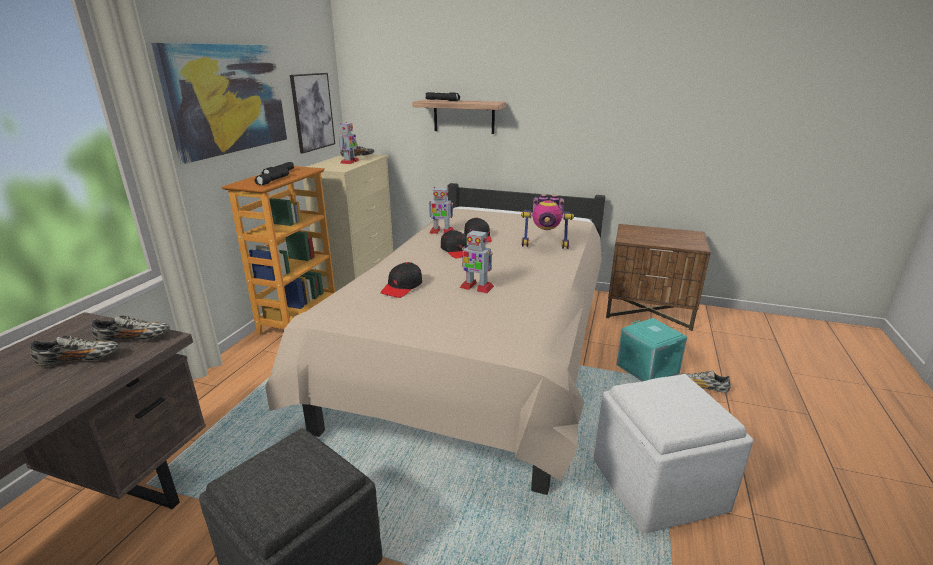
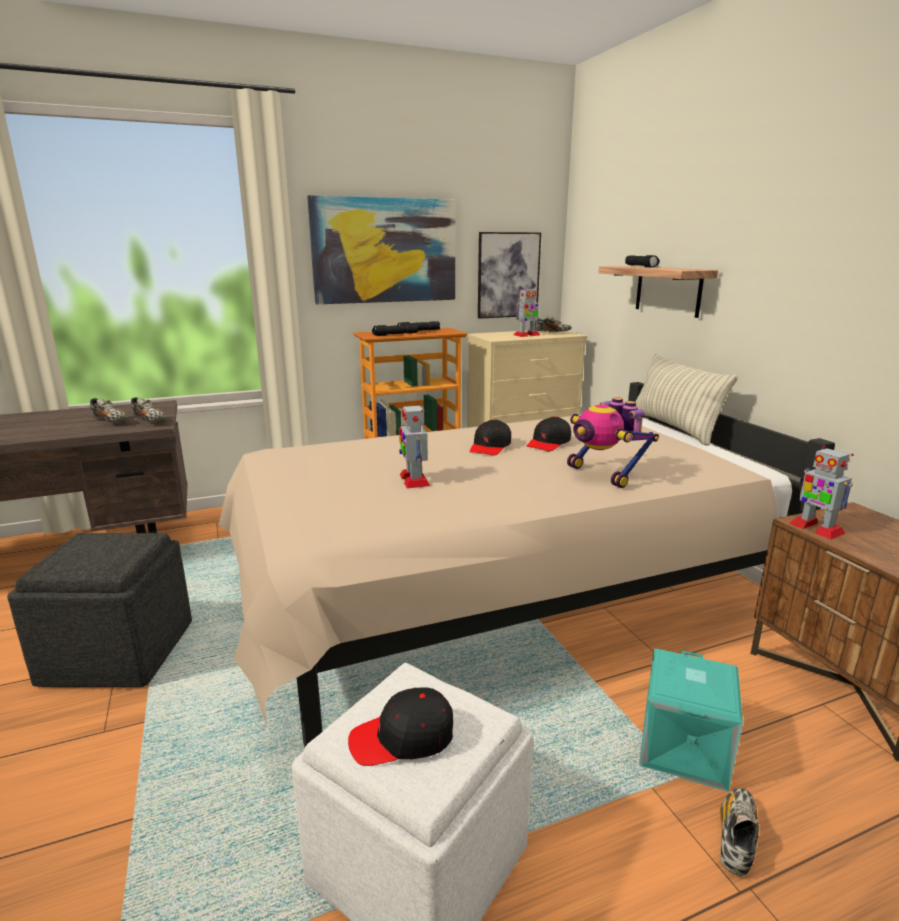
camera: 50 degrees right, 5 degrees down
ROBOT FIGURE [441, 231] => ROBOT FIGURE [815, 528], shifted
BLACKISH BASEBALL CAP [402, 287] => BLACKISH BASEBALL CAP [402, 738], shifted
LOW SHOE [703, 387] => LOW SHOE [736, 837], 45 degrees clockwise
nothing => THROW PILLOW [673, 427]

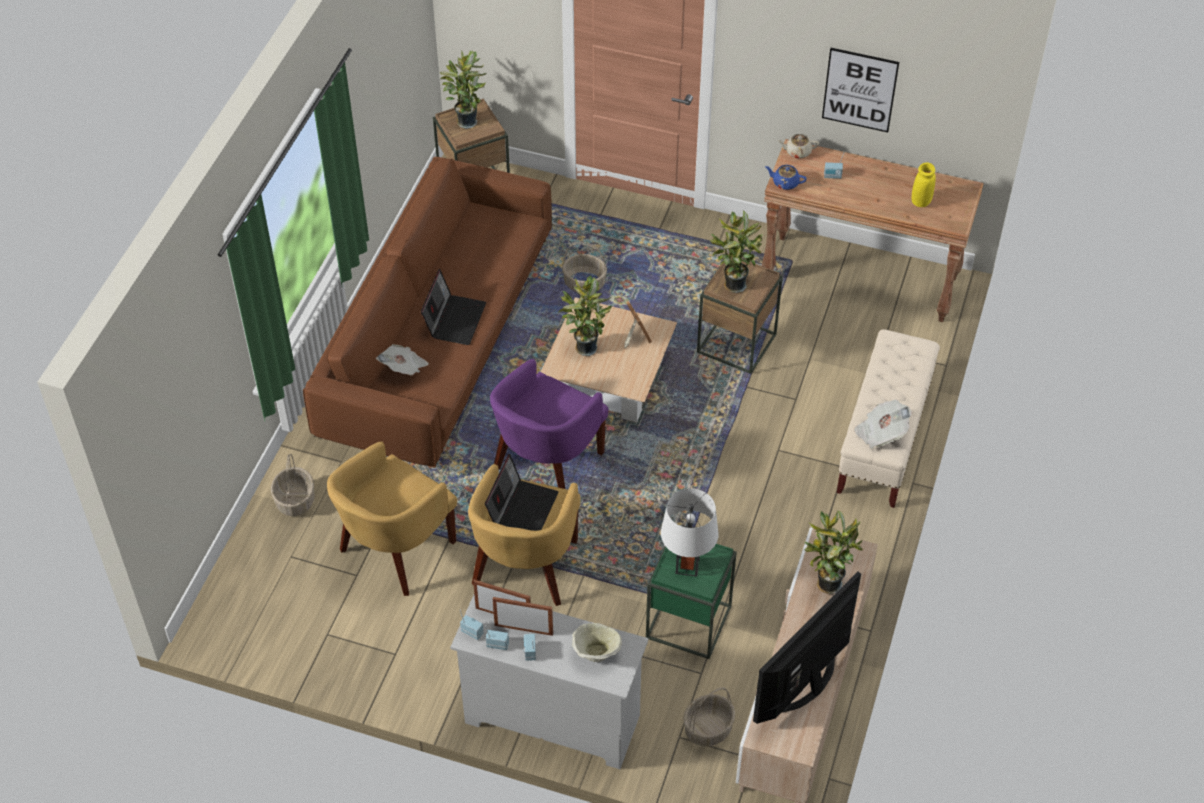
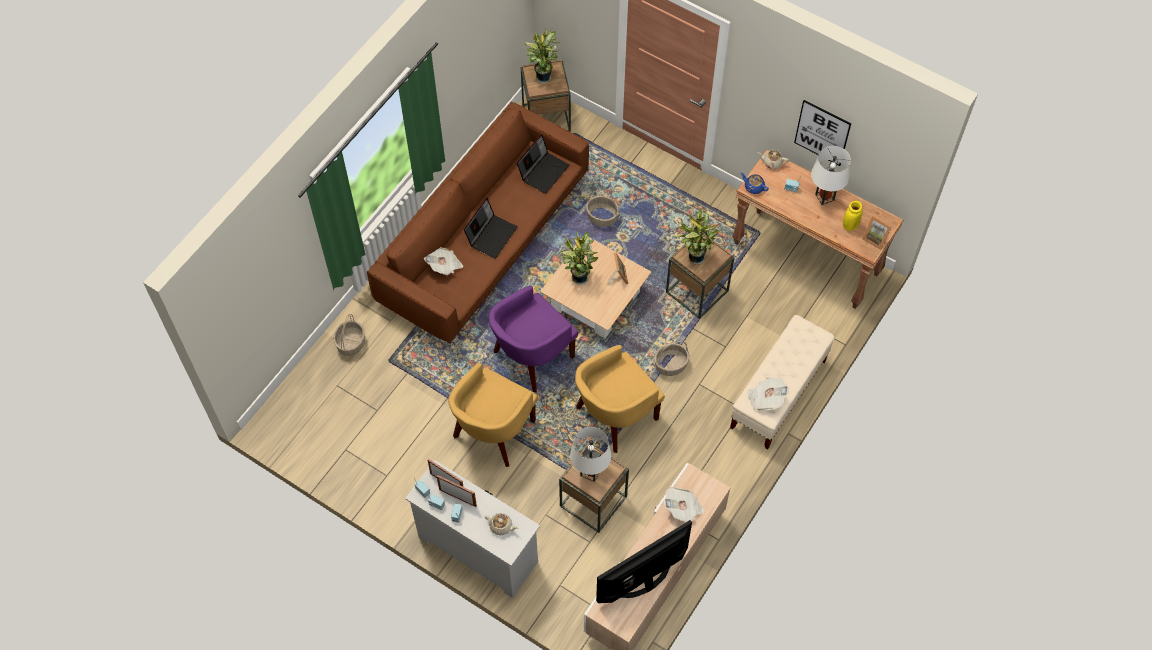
camera: 15 degrees right, 10 degrees up
YELLOW LOUNGE CHAIR [396, 550] => YELLOW LOUNGE CHAIR [615, 416], shifted
LAPTOP [522, 509] => LAPTOP [543, 171], shifted
PLANT IN A POT [826, 583] => PRINTED PAPER [683, 509]
GREEN SIDE TABLE [689, 621] => BROWN SIDE TABLE [593, 501]
BEIGE BOWL [596, 652] => BEIGE TEA POT [501, 526]
BASKET [708, 729] => BASKET [670, 365], shifted
nothing => WHITISH LAMP FOR A TABLE [824, 197]
nothing => PHOTO FRAME [875, 238]

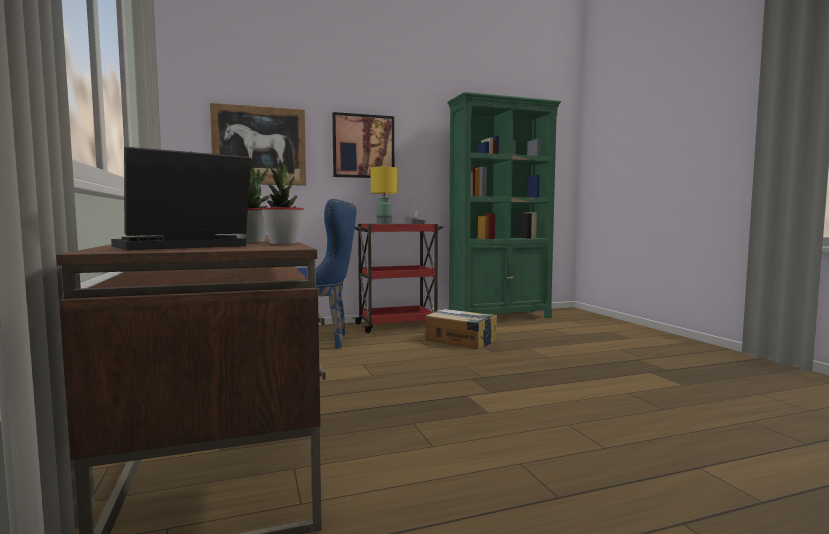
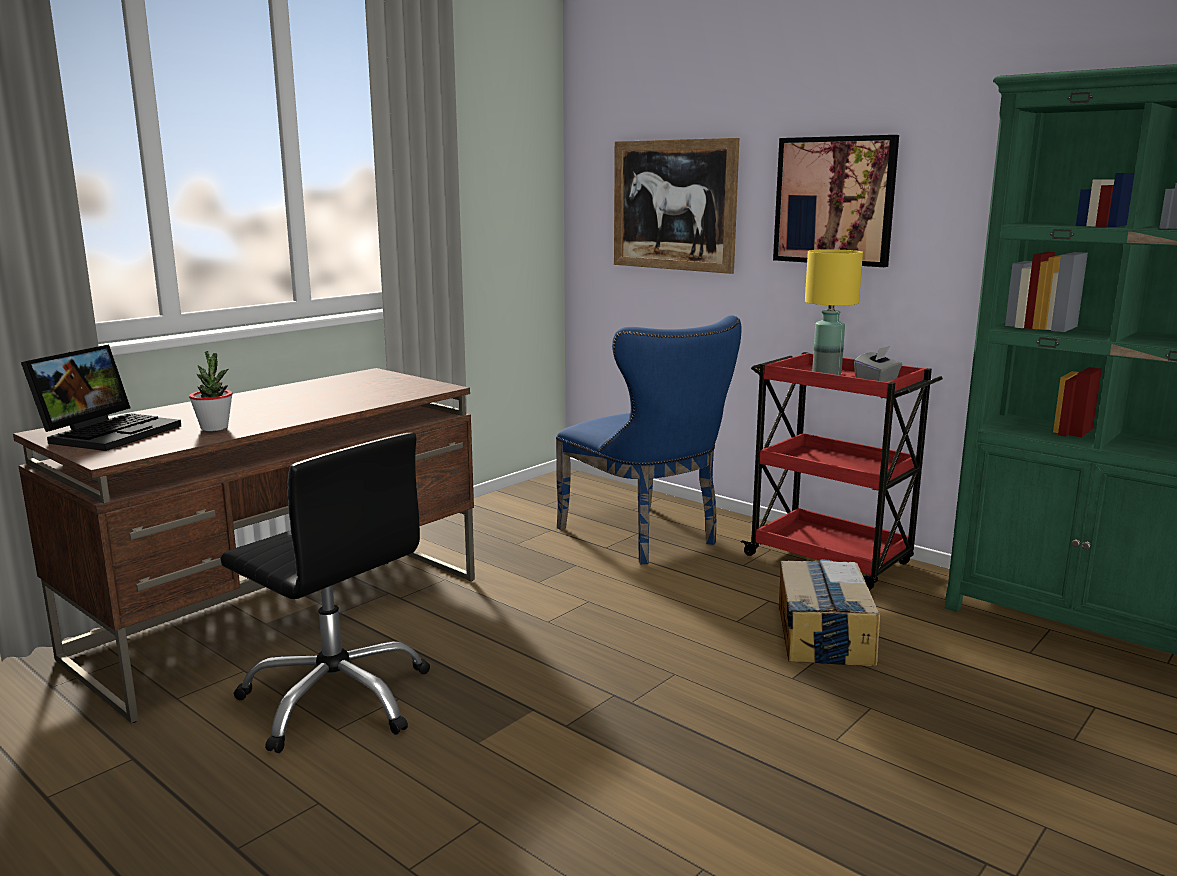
camera: 60 degrees right, 10 degrees up
LAPTOP [179, 247] => LAPTOP [110, 432], 90 degrees clockwise
PLANT IN A POT [283, 243] => nothing
nothing => BLACKISH OFFICE CHAIR [337, 698]

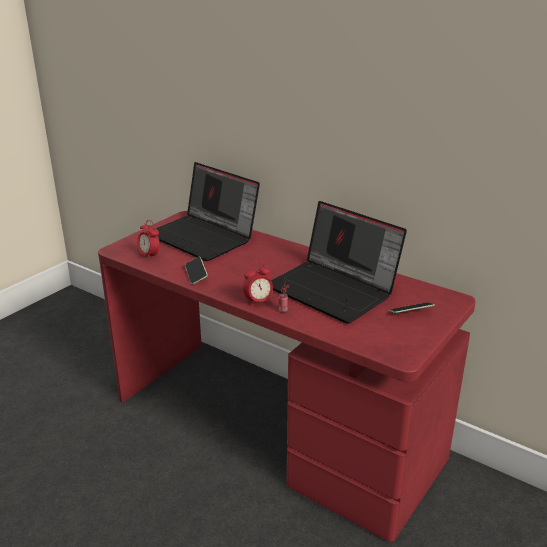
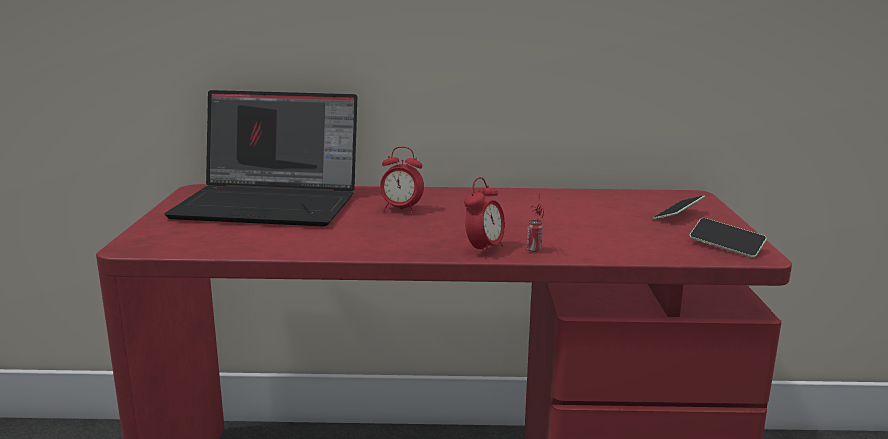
camera: 35 degrees left, 10 degrees down
LAPTOP [334, 290] => nothing
ALARM CLOCK [149, 256] => ALARM CLOCK [401, 209], shifted
HANDSET [196, 275] => HANDSET [726, 246], shifted

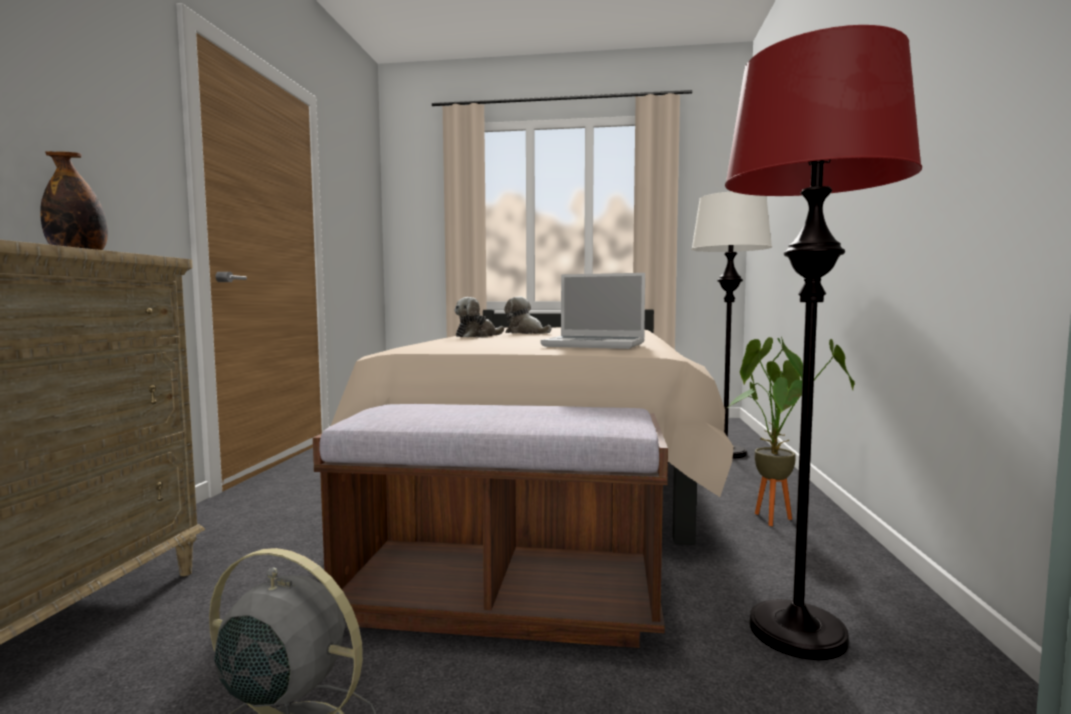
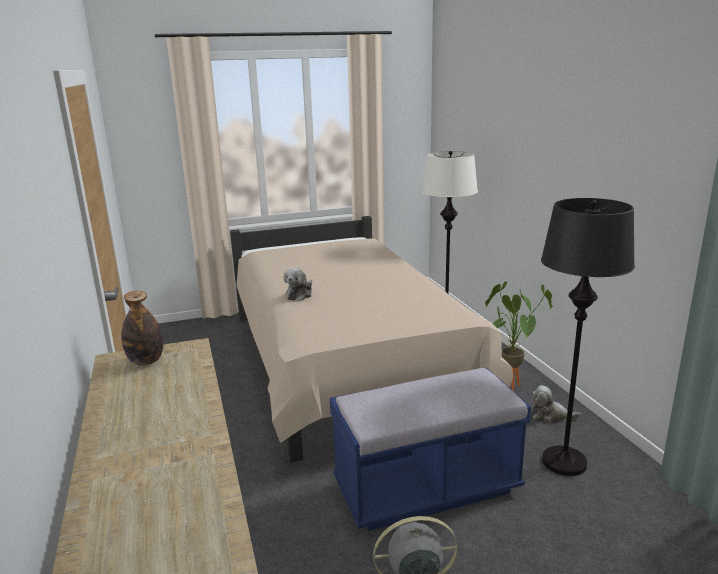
camera: 25 degrees left, 15 degrees up
RED-COLOURED STANDARD LAMP [798, 632] => BLACKISH STANDARD LAMP [564, 462]
LAPTOP [595, 345] => nothing
SOFT TOY [526, 333] => SOFT TOY [550, 416], shifted
BROWN LONG SEAT [501, 601] => BLUISH LONG SEAT [426, 489]

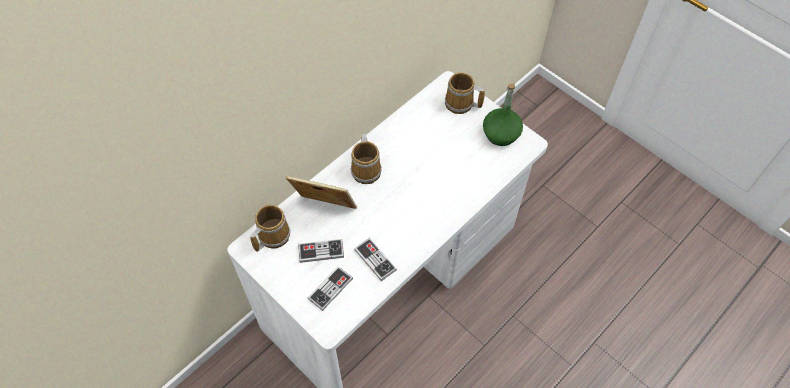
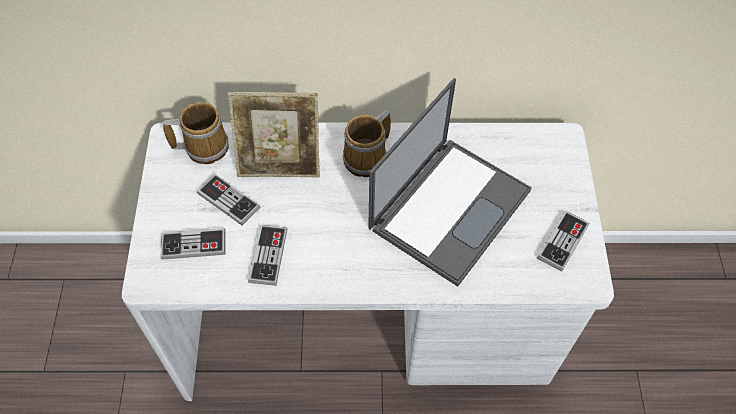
camera: 45 degrees right, 0 degrees up
COFFEE MUG [461, 104] => nothing
GREEN DRINK BOTTLE [500, 134] => GAME CONTROLLER [562, 241]
PHOTO FRAME [325, 210] => PHOTO FRAME [280, 164], 120 degrees clockwise
nothing => LAPTOP [450, 207]

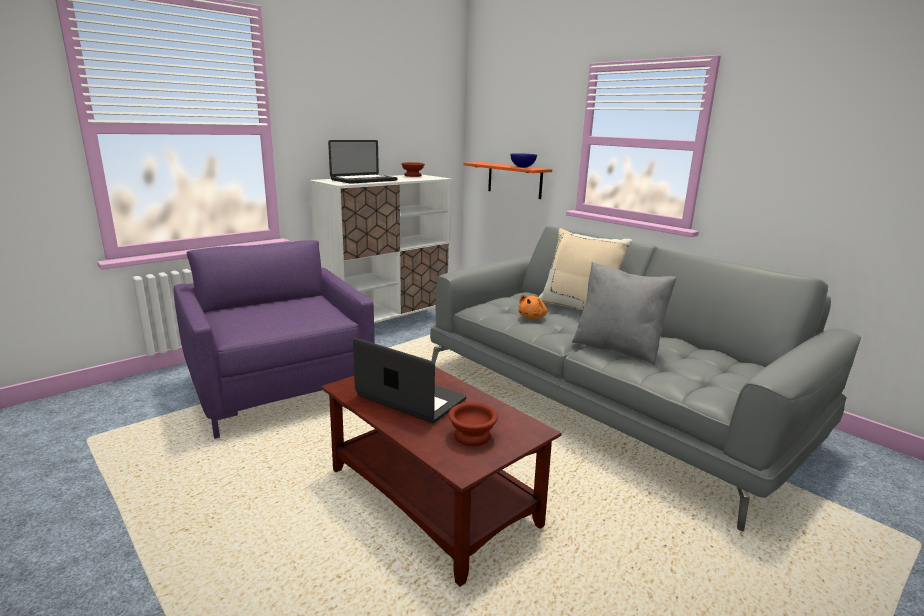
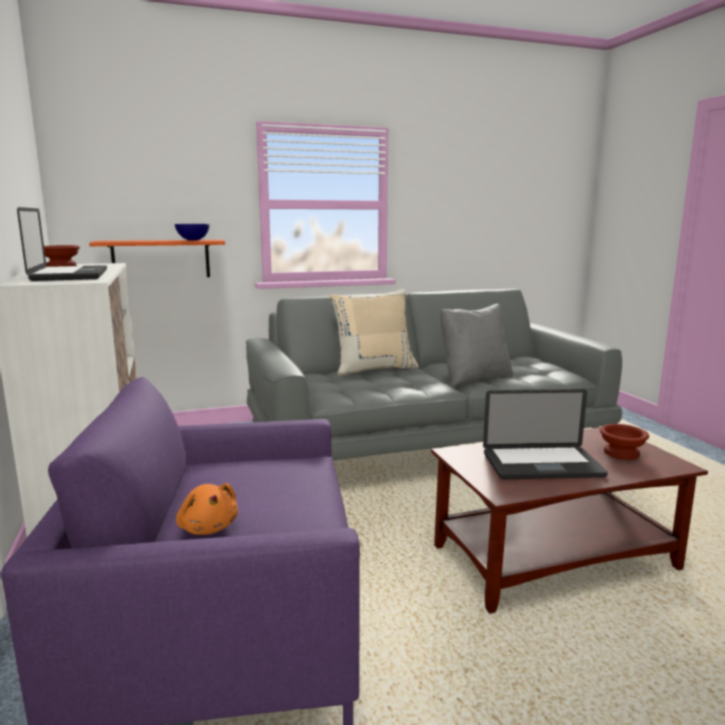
camera: 65 degrees left, 5 degrees down
ORANGEY SOFT TOY [532, 317] => ORANGEY SOFT TOY [208, 527], shifted
LAPTOP [410, 398] => LAPTOP [542, 465], 150 degrees counterclockwise

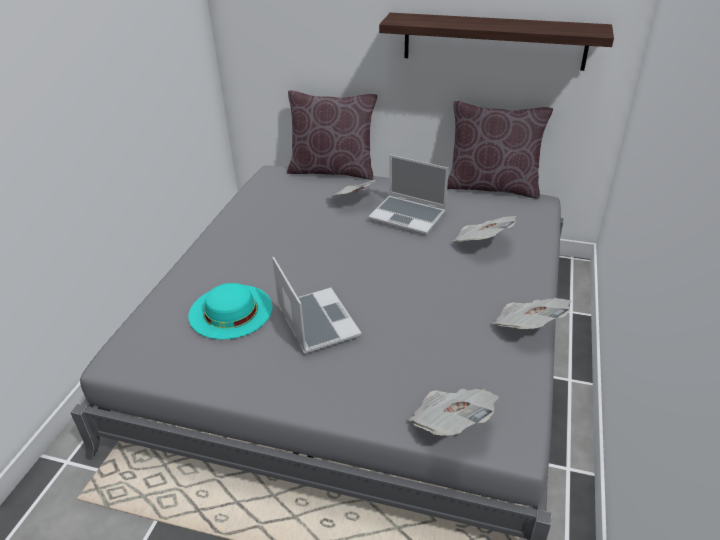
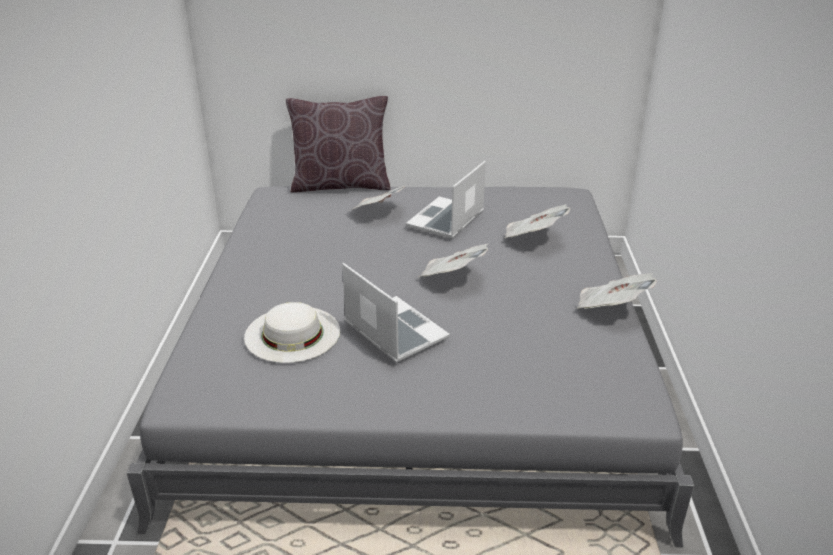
camera: 15 degrees left, 5 degrees down
BRACKET SHELF [493, 41] => nothing
BROWN THROW PILLOW [492, 186] => nothing
LAPTOP [408, 216] => LAPTOP [446, 220], 105 degrees clockwise
TURQUOISE WEARABLE HAT [230, 311] => WHITISH WEARABLE HAT [292, 334]
PRINTED PAPER [450, 423] => PRINTED PAPER [452, 276], shifted

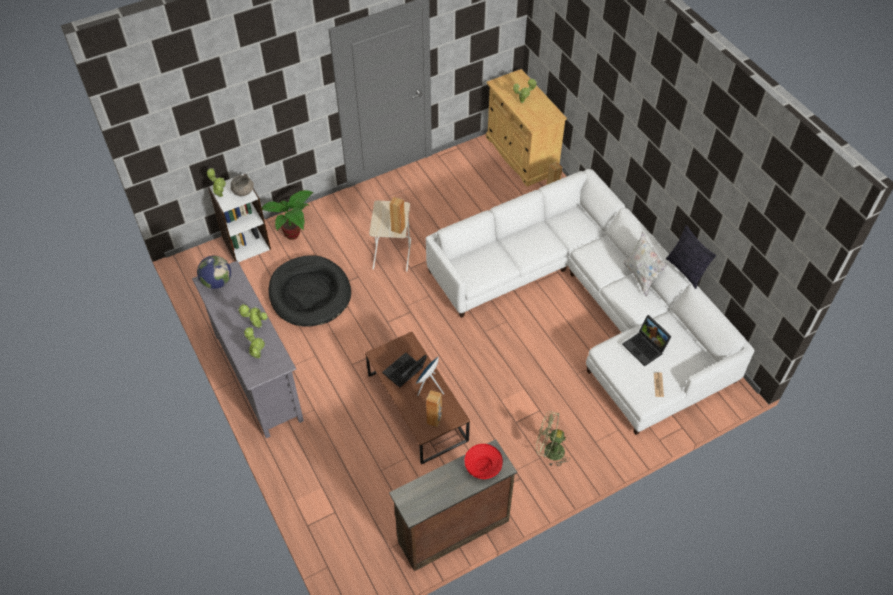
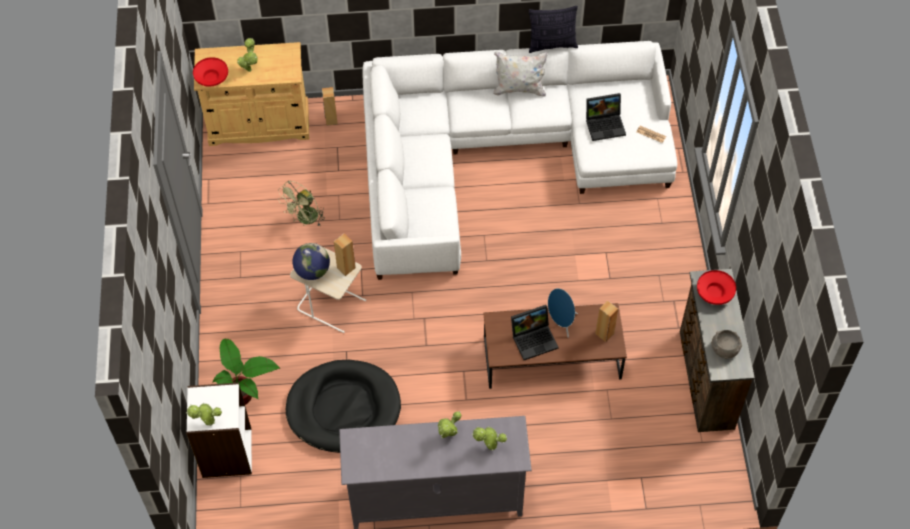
camera: 65 degrees left, 5 degrees up
GREY BOWL [243, 191] => GREY BOWL [725, 349], shifted
WORLD GLOBE [217, 282] => WORLD GLOBE [312, 271], shifted
LAPTOP [404, 373] => LAPTOP [534, 338], 90 degrees counterclockwise
GREEN COOLING FAN [549, 451] => GREEN COOLING FAN [305, 219], shifted
nothing => RED-COLOURED BOWL [212, 78]

